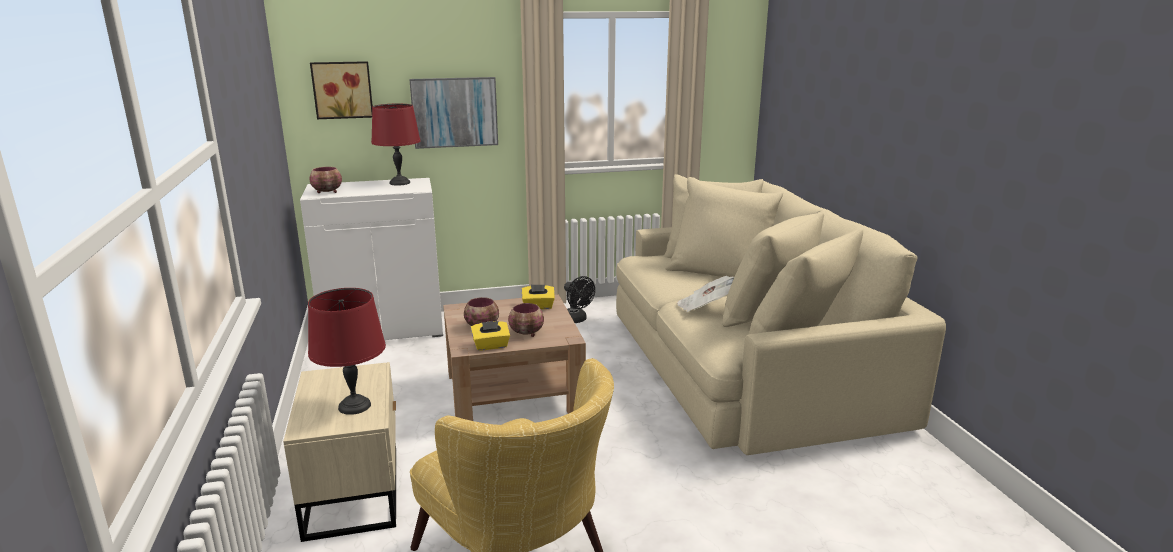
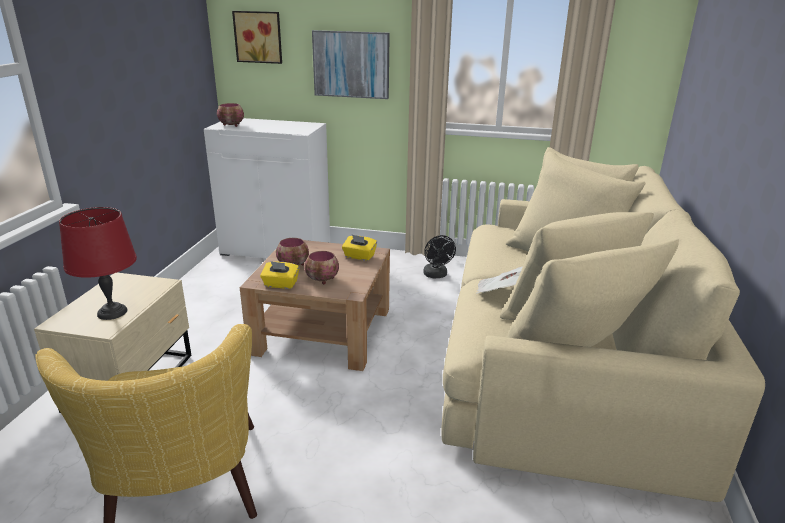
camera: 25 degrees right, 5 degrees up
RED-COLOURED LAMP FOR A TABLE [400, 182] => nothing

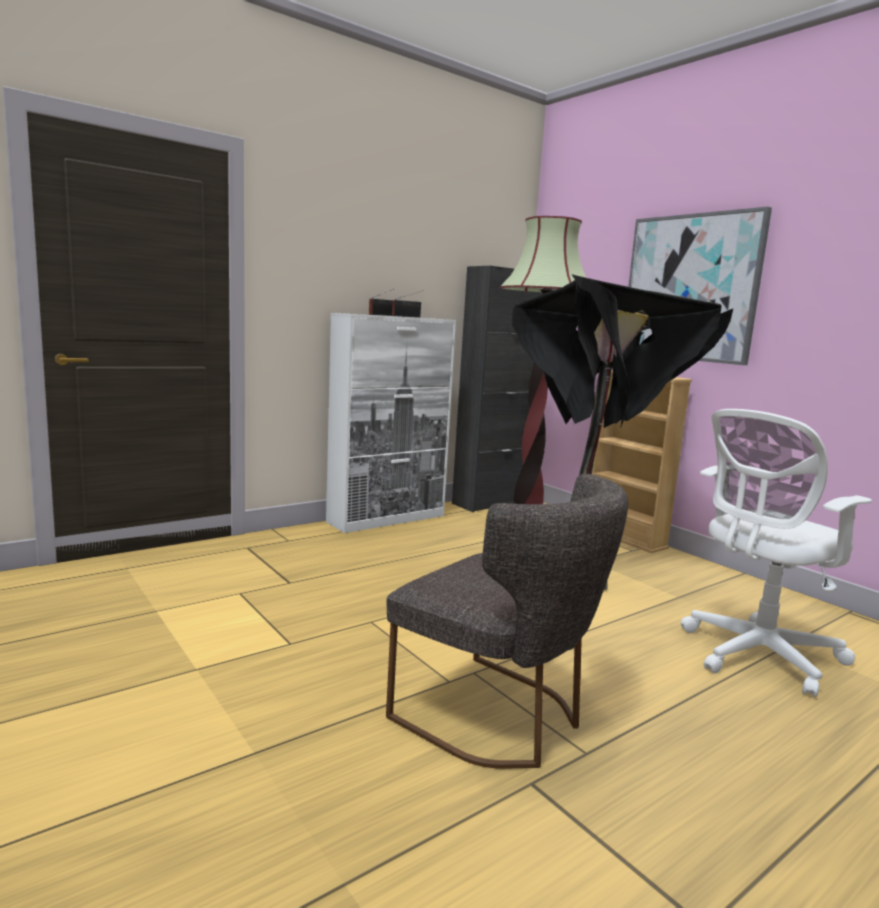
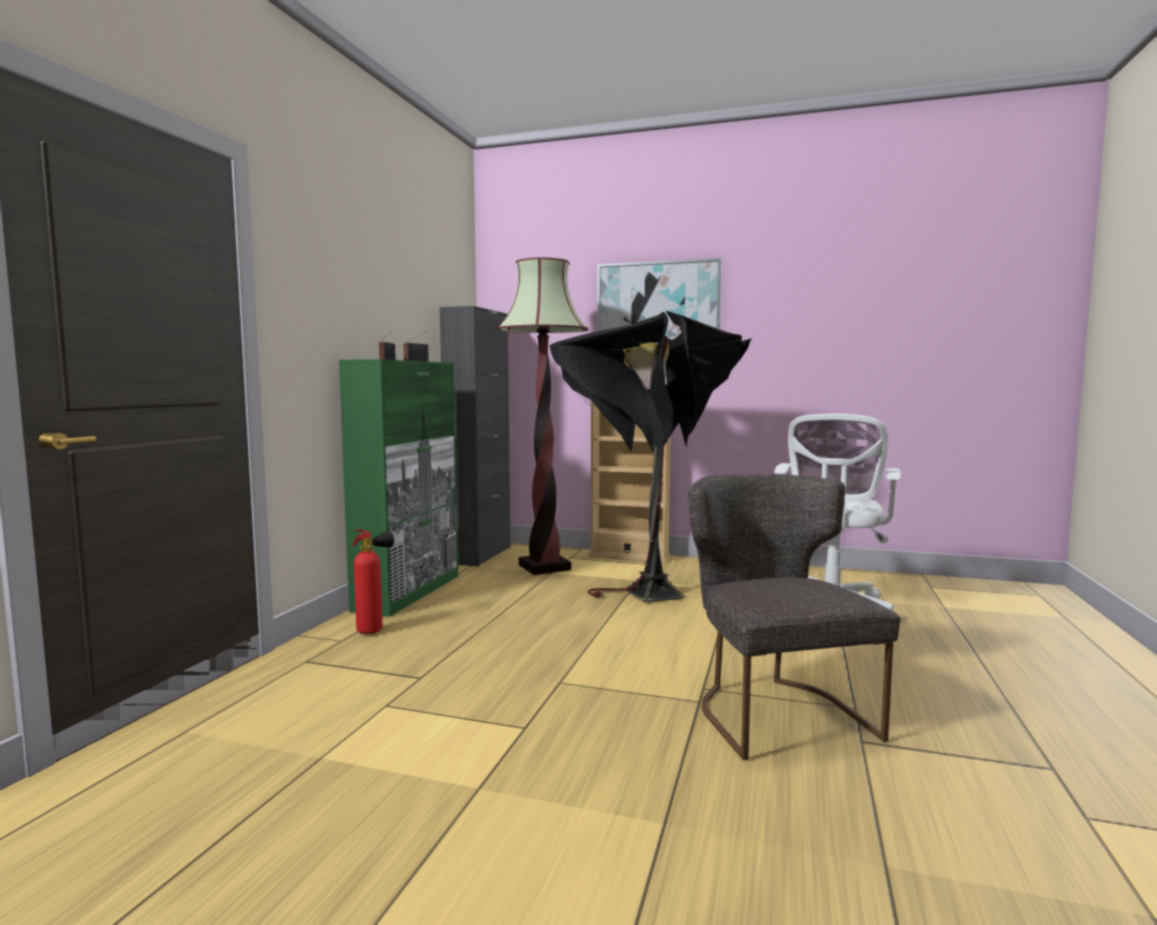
camera: 35 degrees left, 5 degrees down
WHITISH CABINET [387, 519] => GREEN CABINET [409, 592]
GREY UPRIGHT CHAIR [500, 718] => GREY UPRIGHT CHAIR [774, 710], 105 degrees counterclockwise
nothing => FIRE EXTINGUISHER [375, 630]

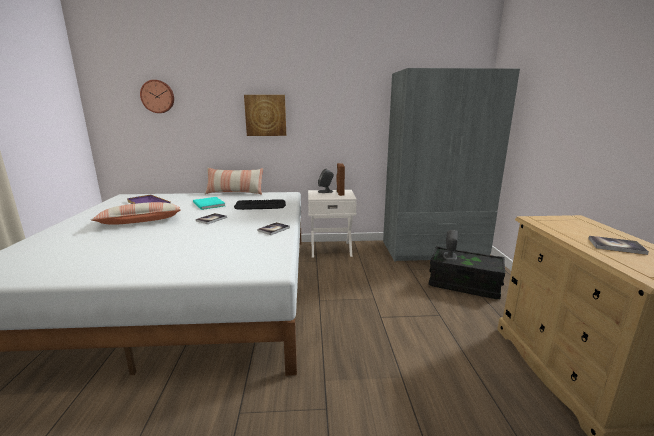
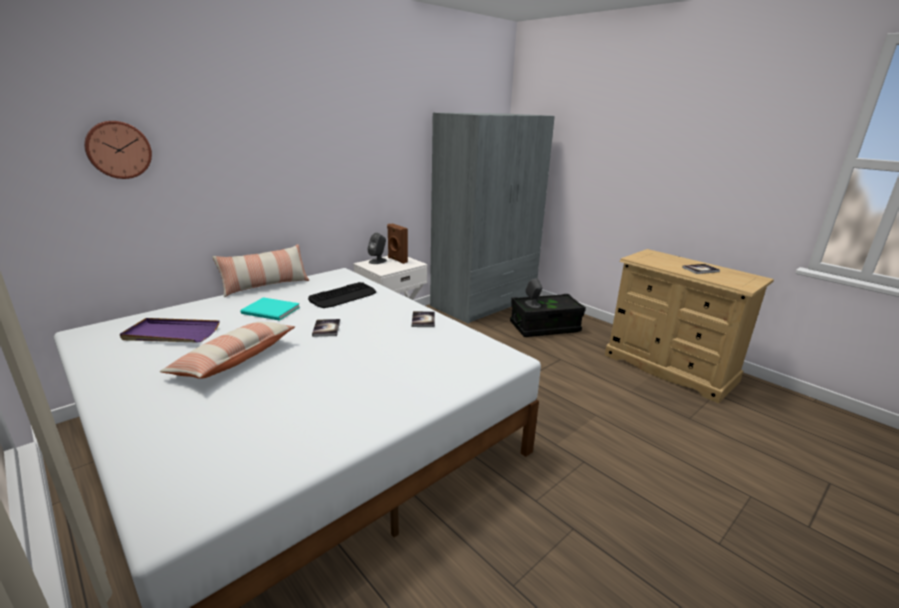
camera: 40 degrees left, 5 degrees up
PICTURE [265, 115] => nothing

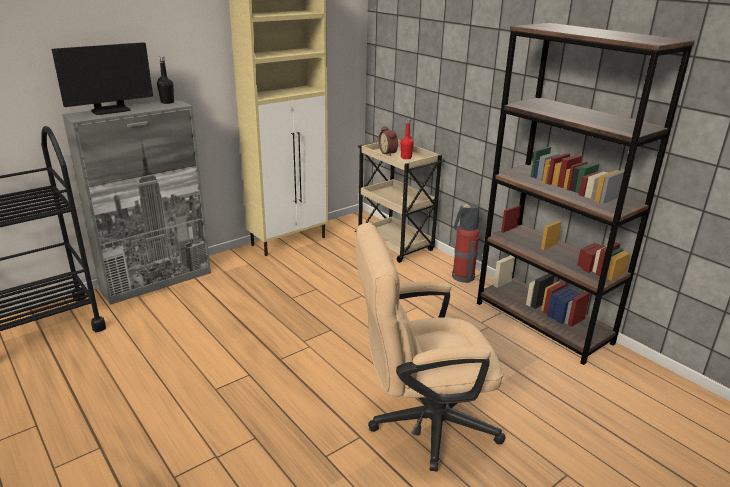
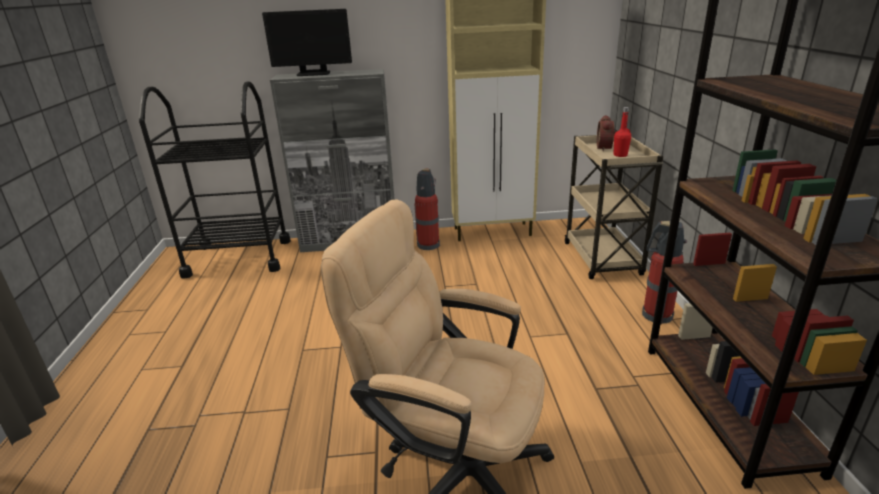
camera: 35 degrees right, 0 degrees up
BLACKISH DRINK BOTTLE [167, 102] => nothing
nothing => FIRE EXTINGUISHER [429, 244]

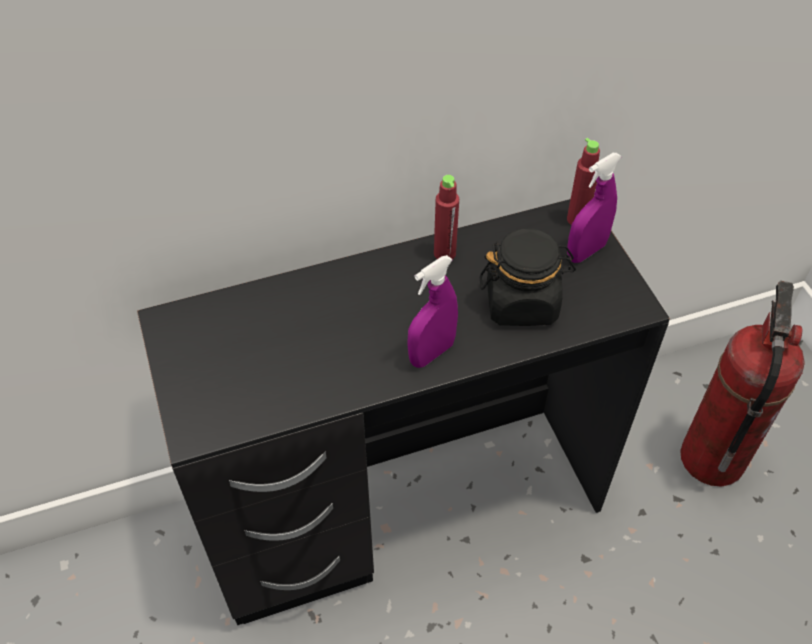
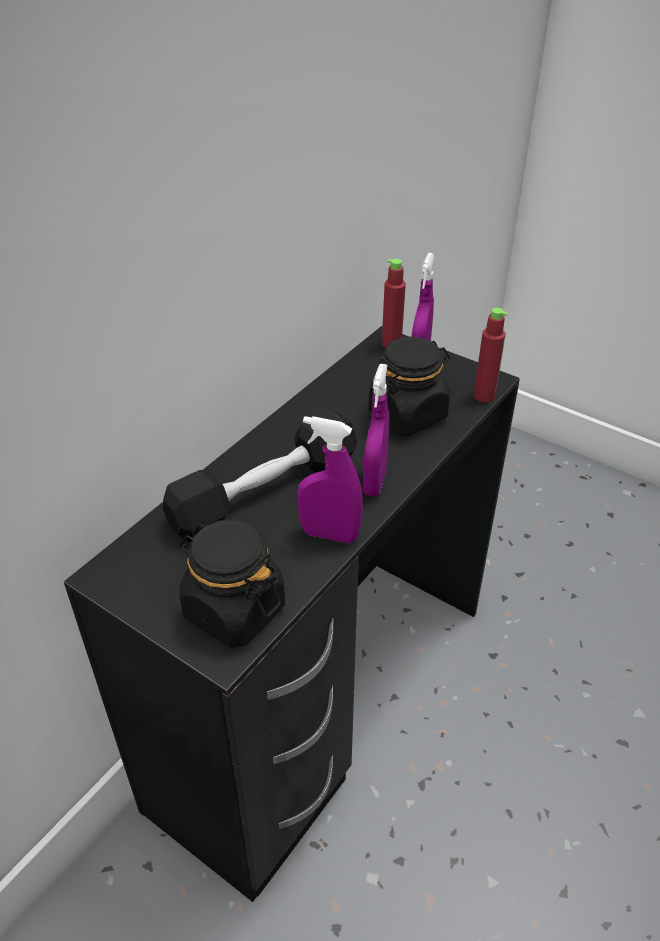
camera: 35 degrees left, 10 degrees down
RED-COLOURED DRINK BOTTLE [444, 253] => RED-COLOURED DRINK BOTTLE [484, 396], shifted
FIRE EXTINGUISHER [712, 458] => nothing
nothing => BLACKISH HAND WEIGHT [264, 492]
nothing => PURPLE-COLOURED HAND SPRAYER [329, 534]
nothing => BLACKISH PRESERVE JAR [233, 610]

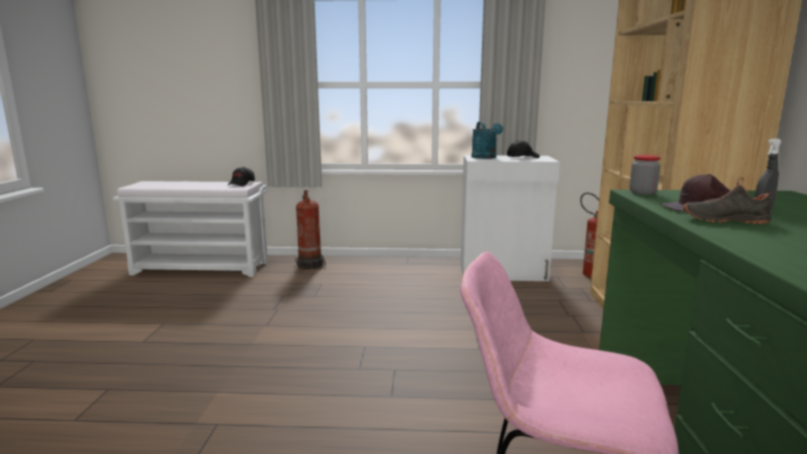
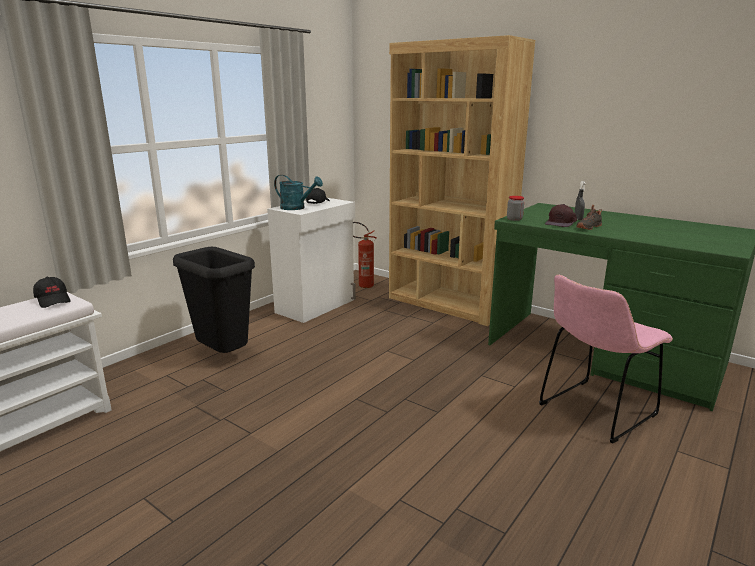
camera: 55 degrees left, 5 degrees up
FIRE EXTINGUISHER [310, 265] => nothing
nothing => BLACKISH TRASH CAN [222, 356]

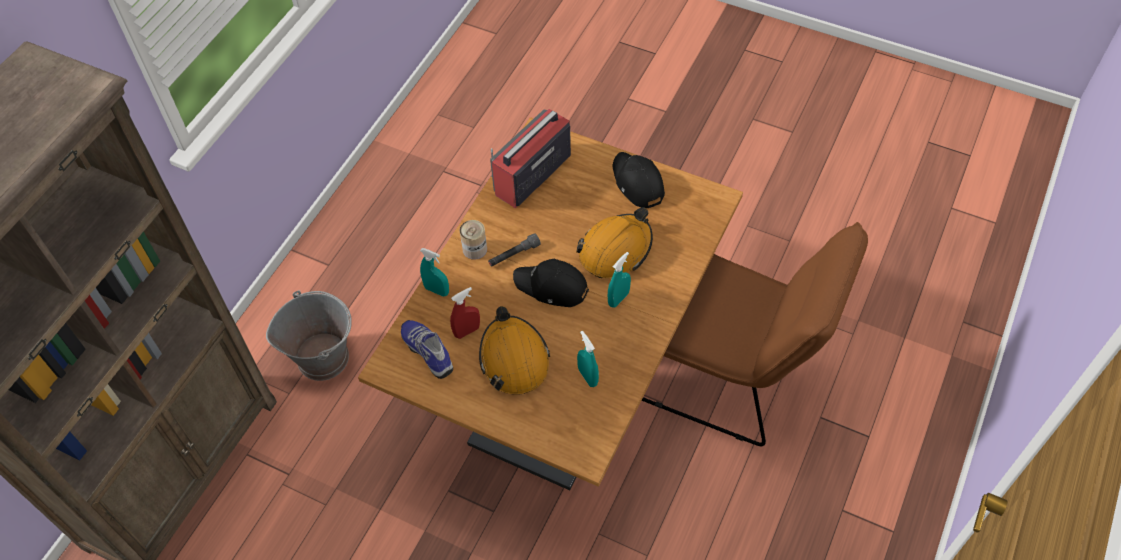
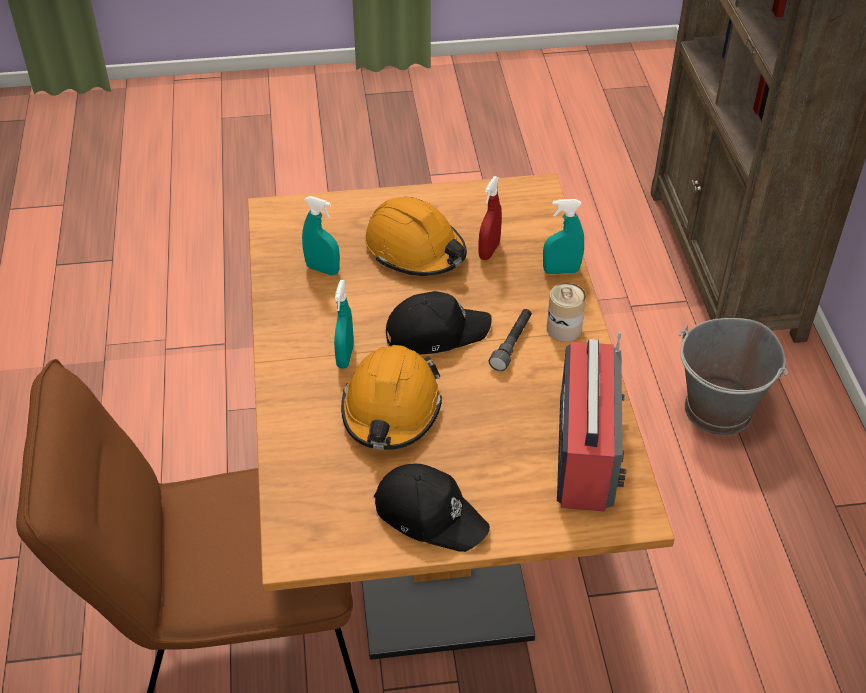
camera: 145 degrees right, 10 degrees down
LOW SHOE [429, 351] => nothing

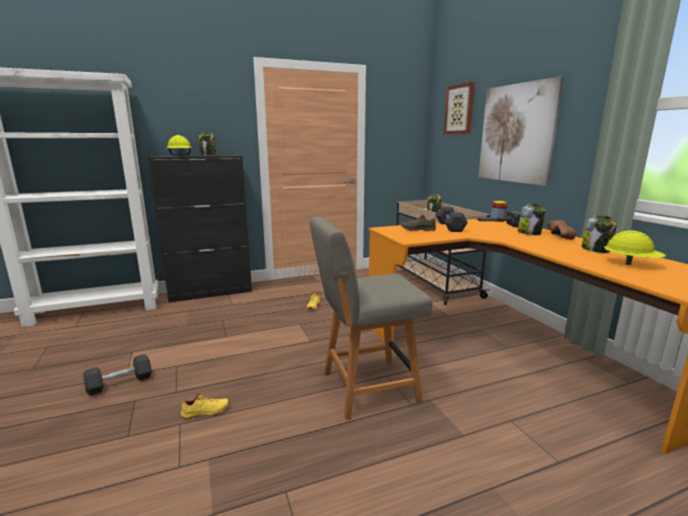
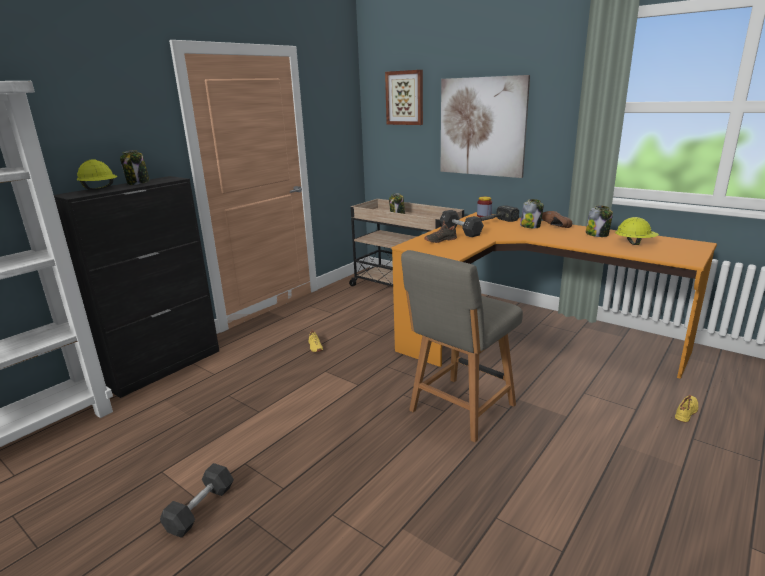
camera: 30 degrees left, 5 degrees up
YELLOW LOW SHOE [205, 412] => YELLOW LOW SHOE [686, 412], shifted

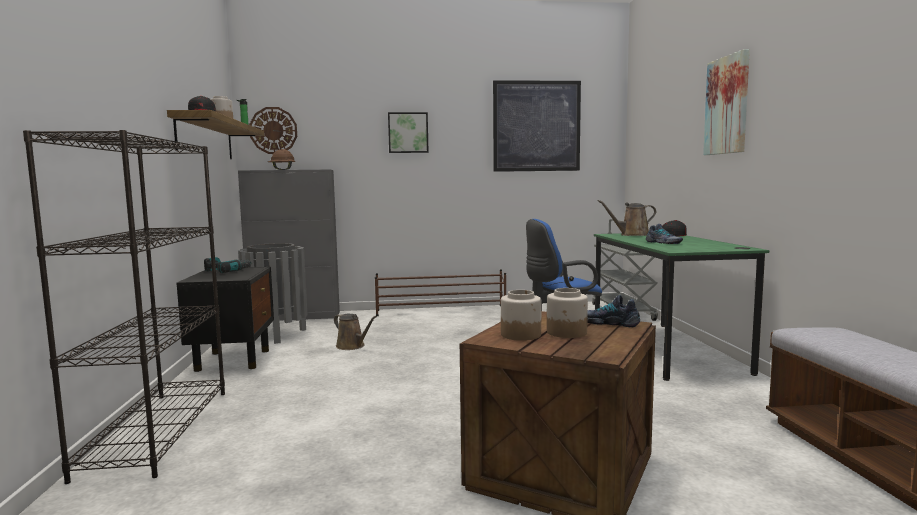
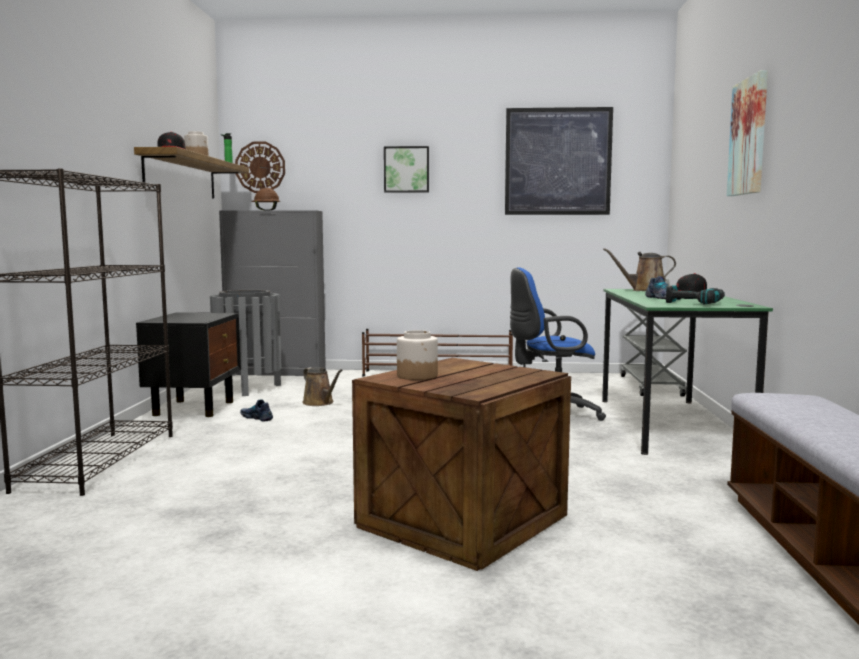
camera: 10 degrees right, 0 degrees up
DRILL [227, 271] => DRILL [694, 303], shifted
PRESERVE JAR [567, 332] => nothing
LOW SHOE [608, 323] => LOW SHOE [257, 417], shifted

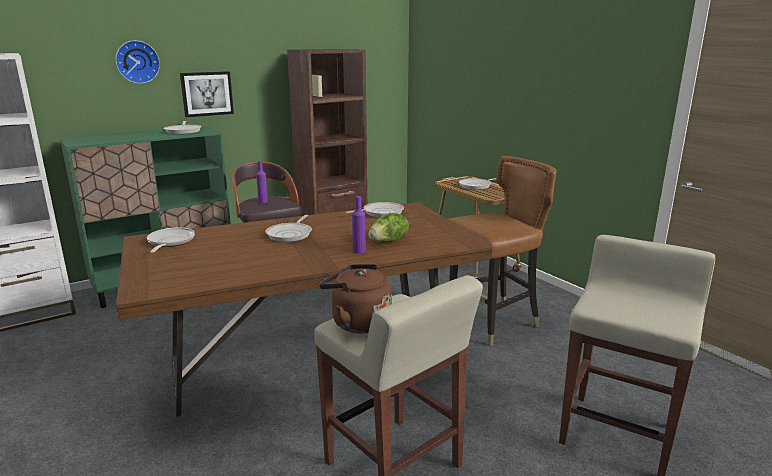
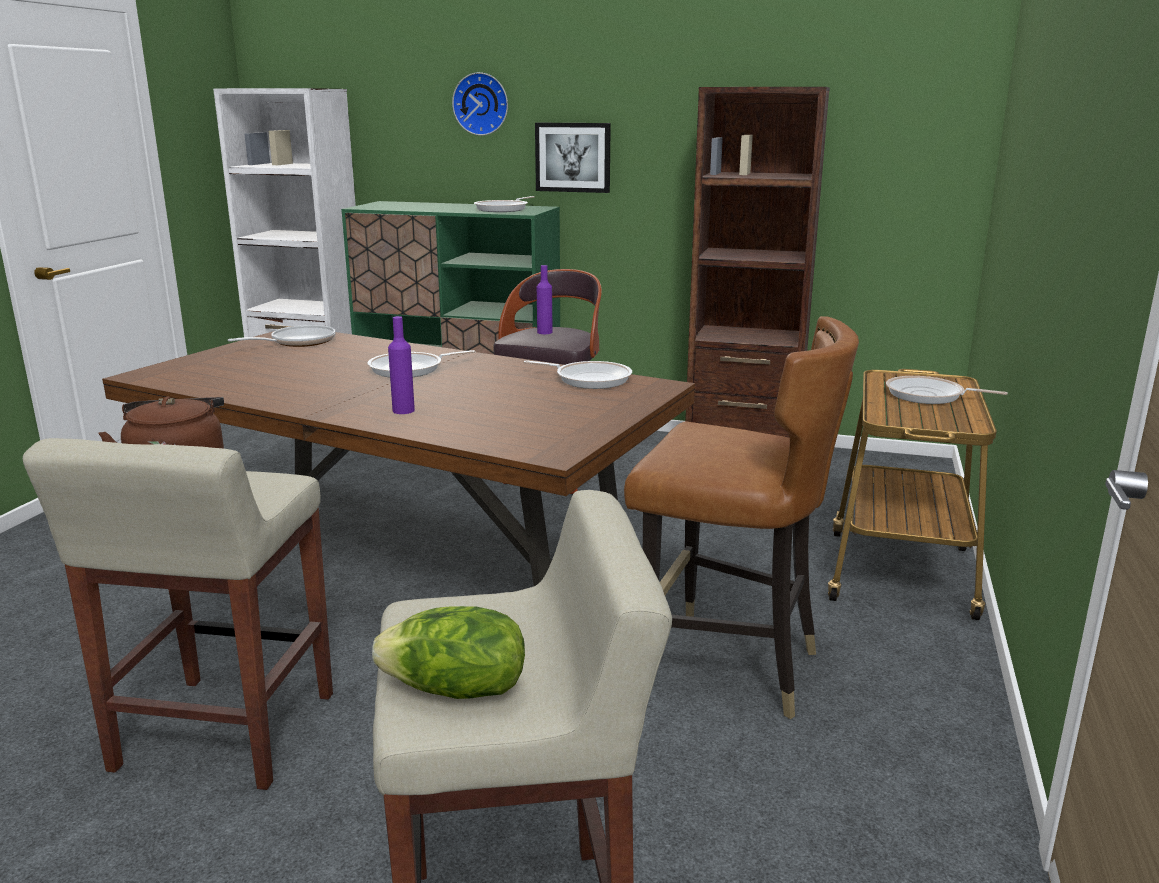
camera: 50 degrees right, 0 degrees up
LETTUCE [389, 241] => LETTUCE [456, 691], shifted

